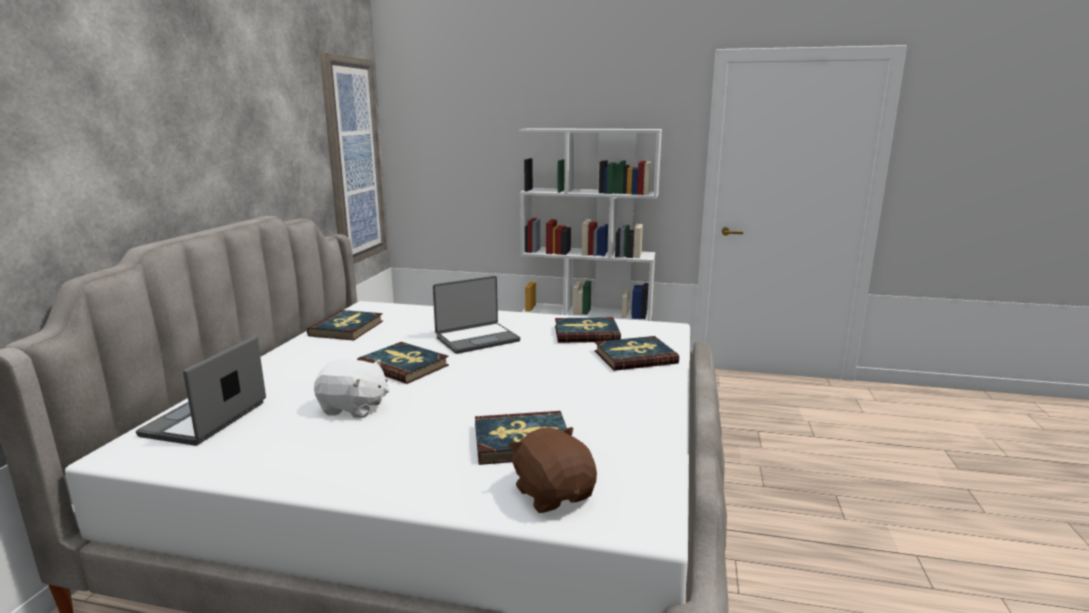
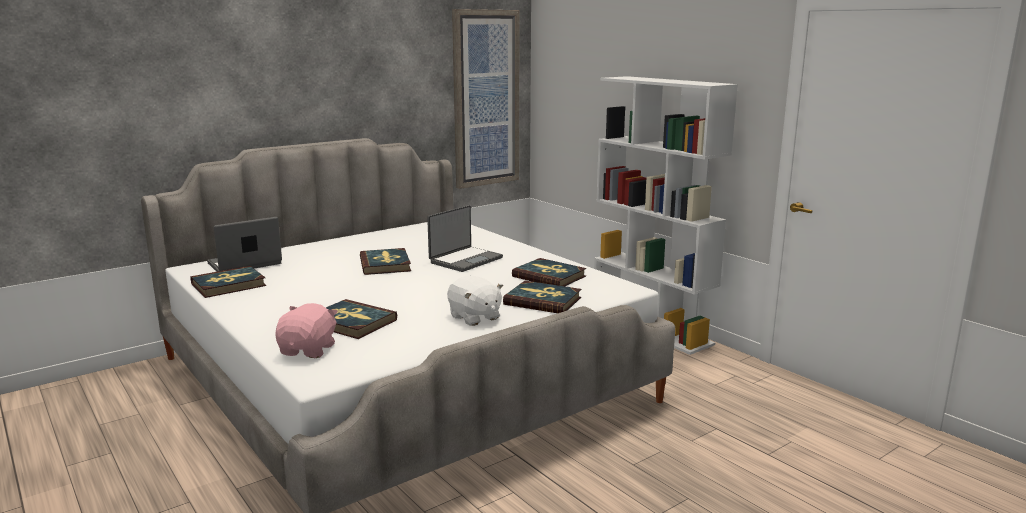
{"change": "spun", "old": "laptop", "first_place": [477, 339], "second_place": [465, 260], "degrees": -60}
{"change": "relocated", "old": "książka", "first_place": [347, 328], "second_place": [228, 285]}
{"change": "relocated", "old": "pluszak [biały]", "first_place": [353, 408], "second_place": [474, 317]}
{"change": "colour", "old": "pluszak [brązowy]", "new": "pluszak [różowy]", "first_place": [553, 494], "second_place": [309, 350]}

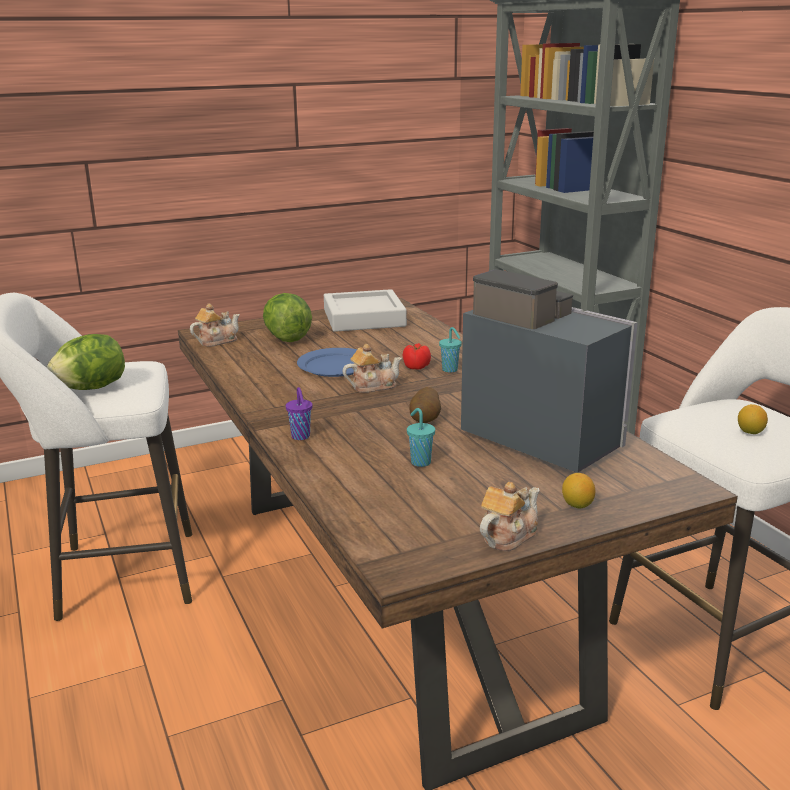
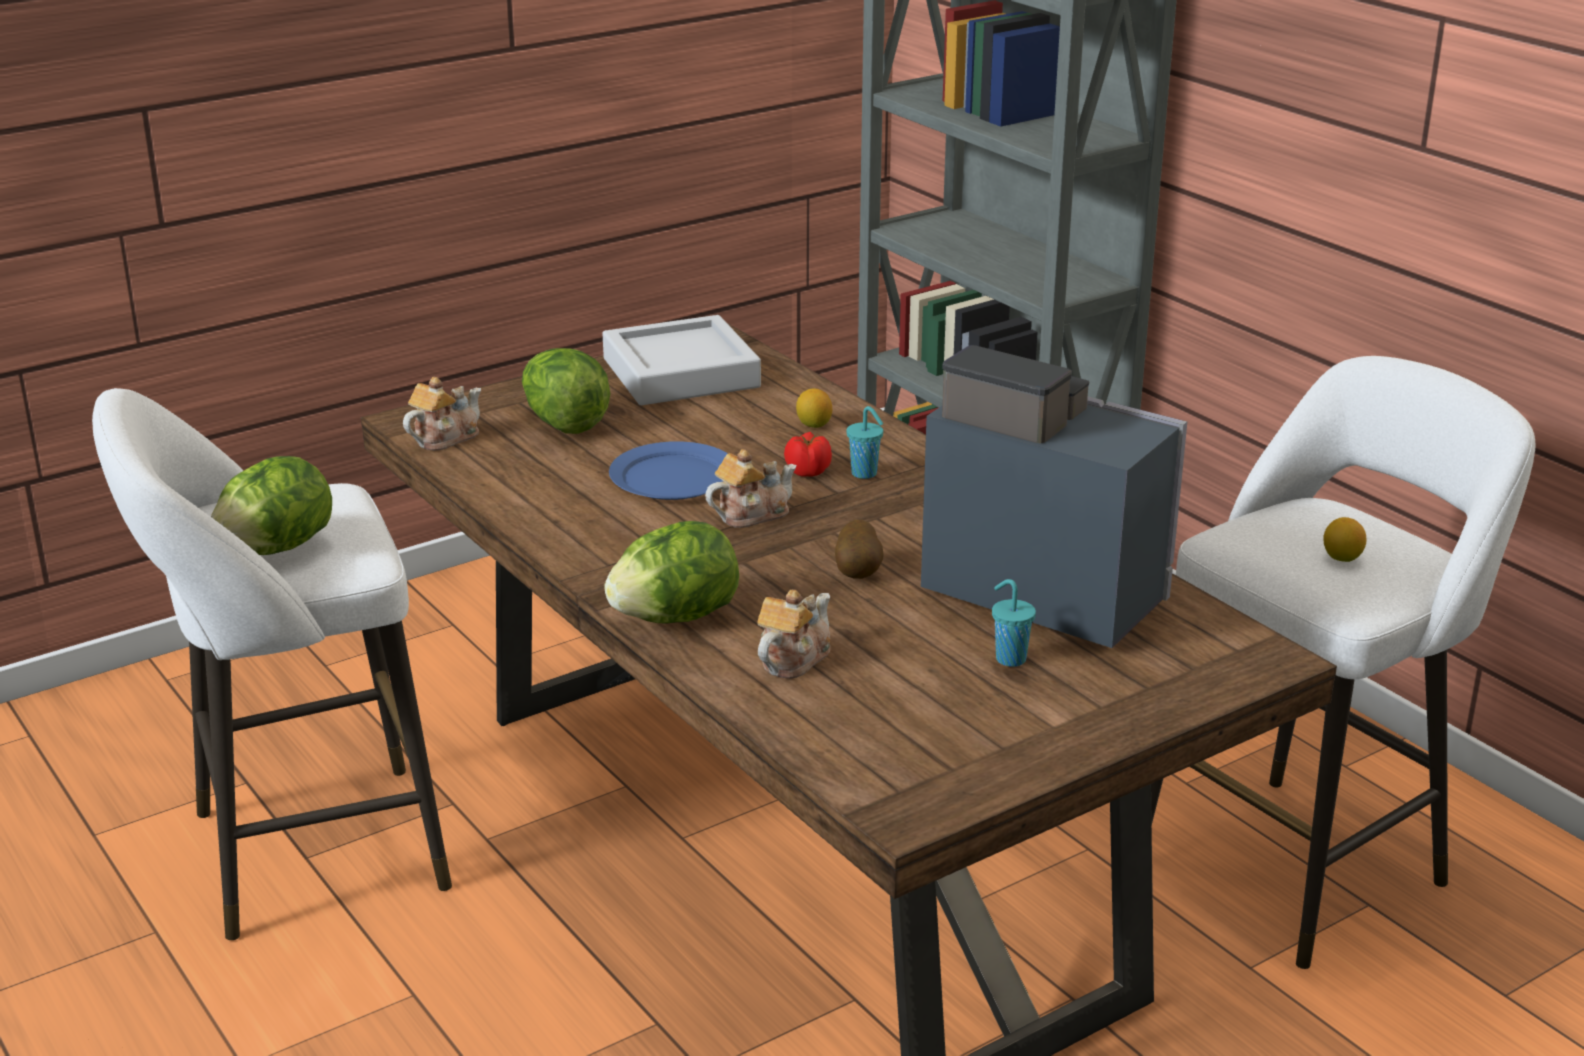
{"change": "exchanged", "old": "filiżanka [fioletowy]", "new": "sałata", "first_place": [301, 437], "second_place": [676, 617]}
{"change": "relocated", "old": "filiżanka [turkusowy]", "first_place": [420, 462], "second_place": [1009, 658]}
{"change": "relocated", "old": "cytryna", "first_place": [577, 505], "second_place": [814, 425]}
{"change": "relocated", "old": "imbryk", "first_place": [507, 536], "second_place": [792, 659]}

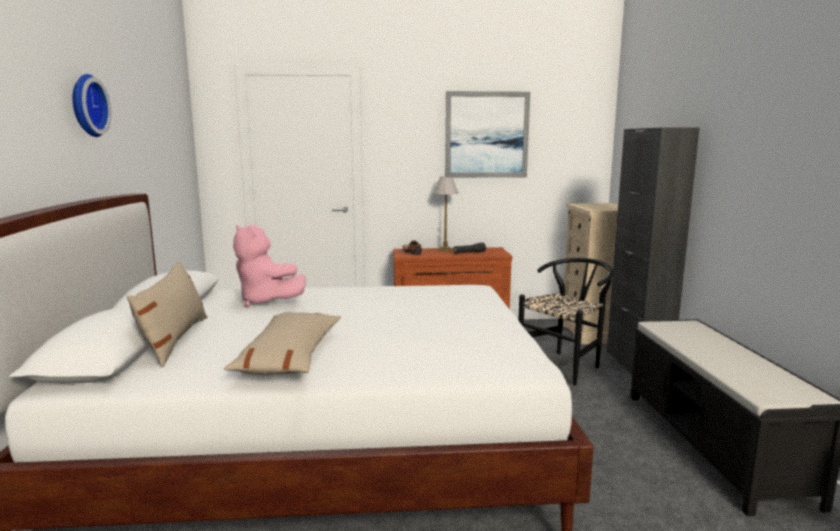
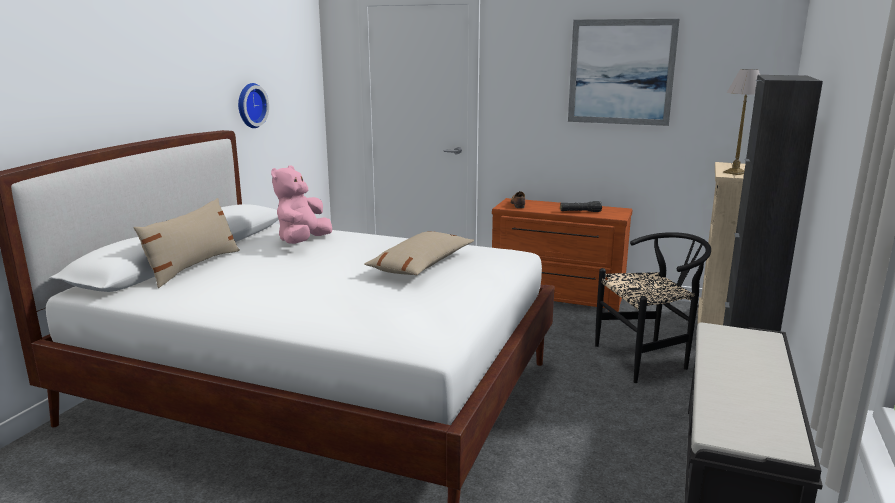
{"change": "relocated", "old": "zegar ścienny", "first_place": [86, 106], "second_place": [250, 105]}
{"change": "relocated", "old": "lampa stołowa", "first_place": [444, 250], "second_place": [734, 172]}
{"change": "spun", "old": "pluszak [różowy]", "first_place": [266, 301], "second_place": [303, 242], "degrees": 45}
{"change": "relocated", "old": "poduszka [beżowy]", "first_place": [289, 357], "second_place": [421, 265]}

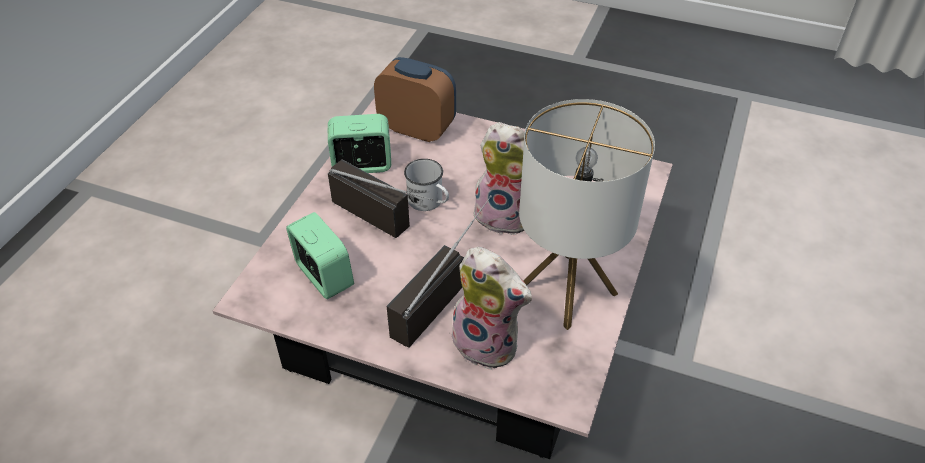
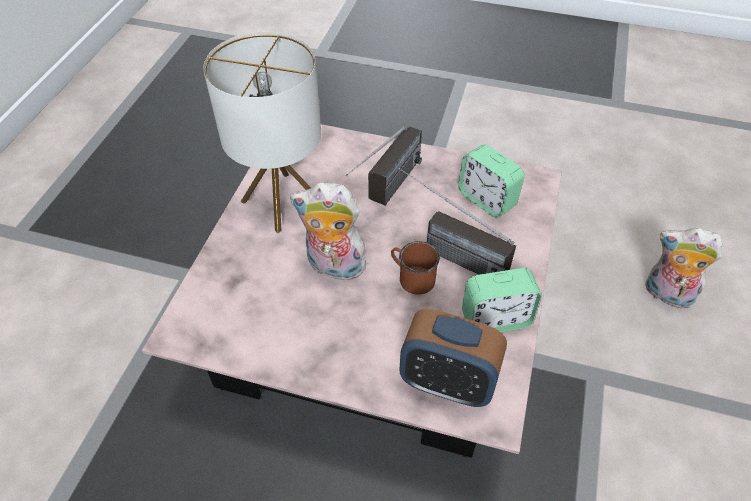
{"change": "colour", "old": "kubek [biały]", "new": "kubek [brązowy]", "first_place": [429, 202], "second_place": [412, 277]}
{"change": "relocated", "old": "pluszak", "first_place": [489, 343], "second_place": [666, 295]}

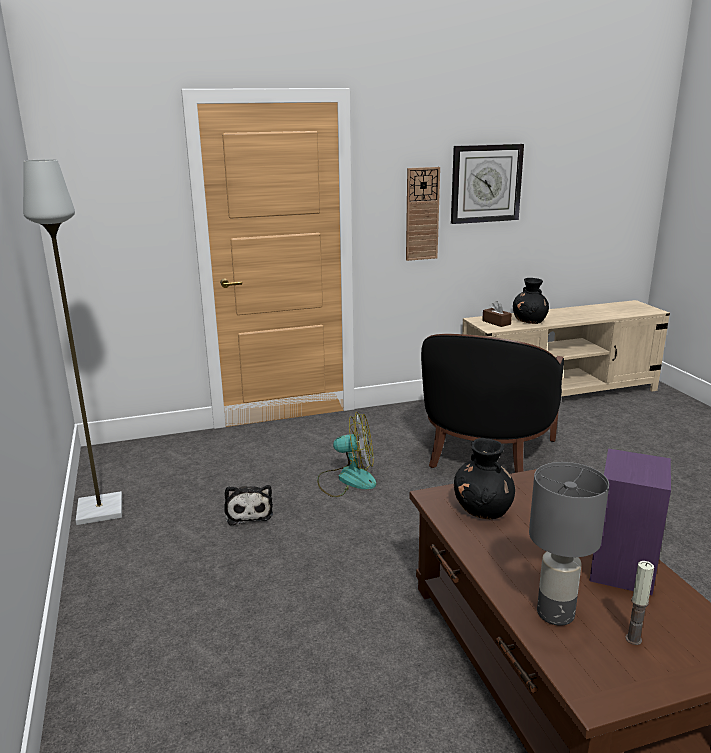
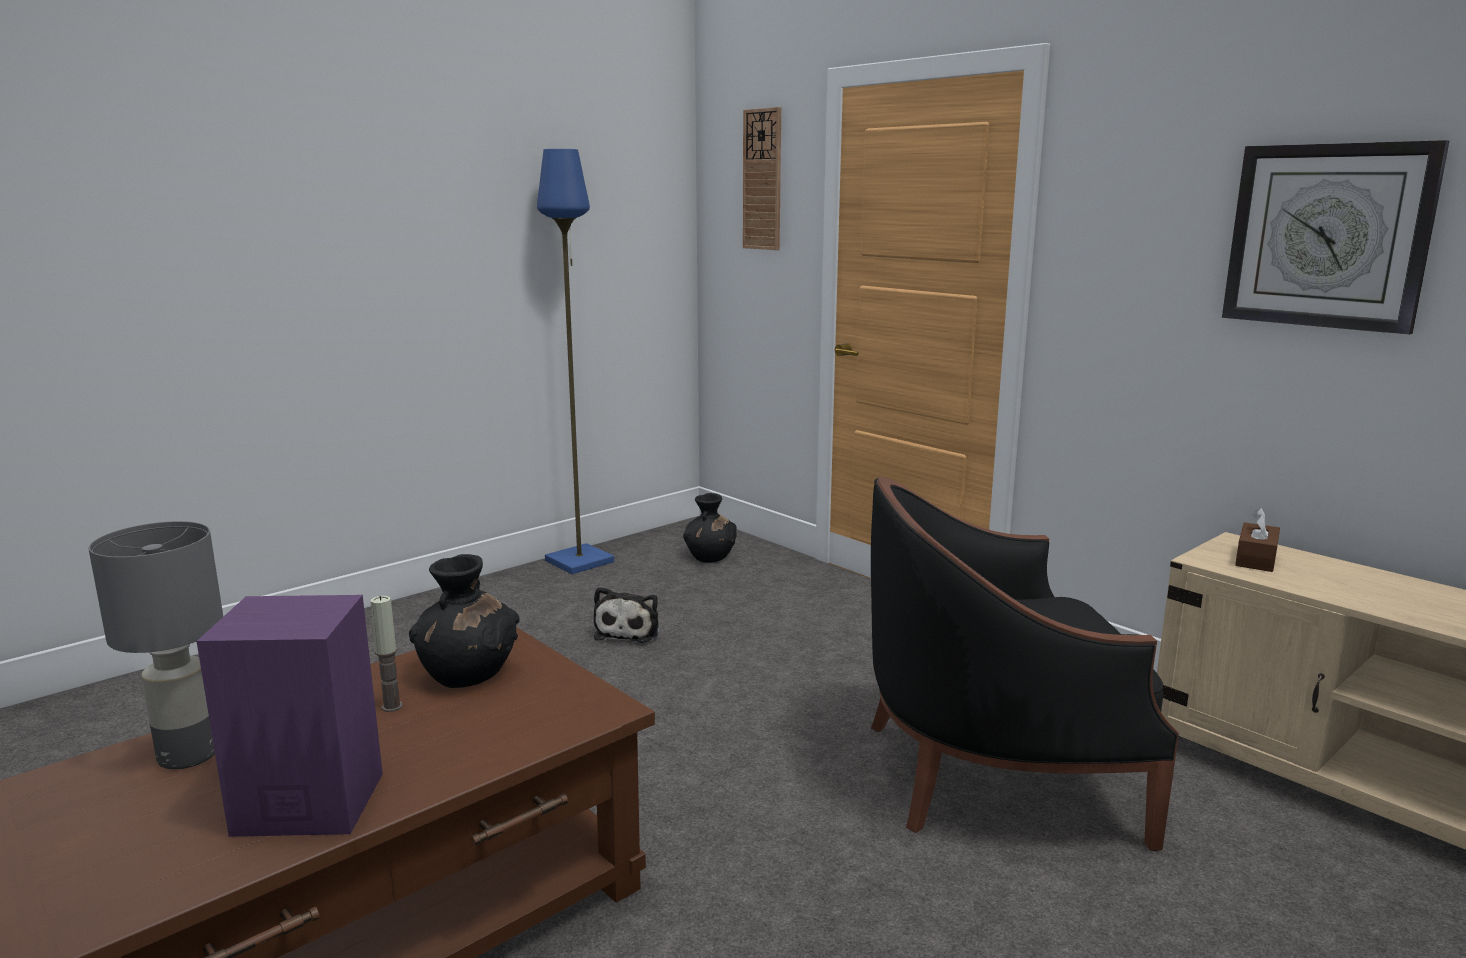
{"change": "colour", "old": "lampa stojąca [szary]", "new": "lampa stojąca [niebieski]", "first_place": [99, 510], "second_place": [579, 561]}
{"change": "relocated", "old": "zegar ścienny", "first_place": [422, 214], "second_place": [762, 180]}
{"change": "relocated", "old": "wazon [czarny]", "first_place": [529, 321], "second_place": [710, 557]}
{"change": "missing", "old": "wentylator", "first_place": [347, 479]}
{"change": "spun", "old": "pluszak", "first_place": [248, 512], "second_place": [629, 631], "degrees": -45}
{"change": "relocated", "old": "świeca", "first_place": [633, 639], "second_place": [392, 706]}

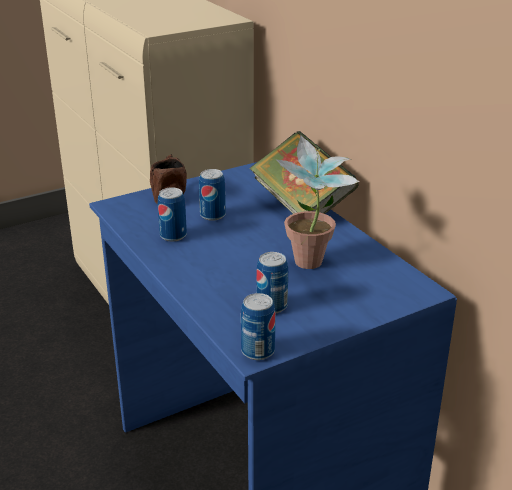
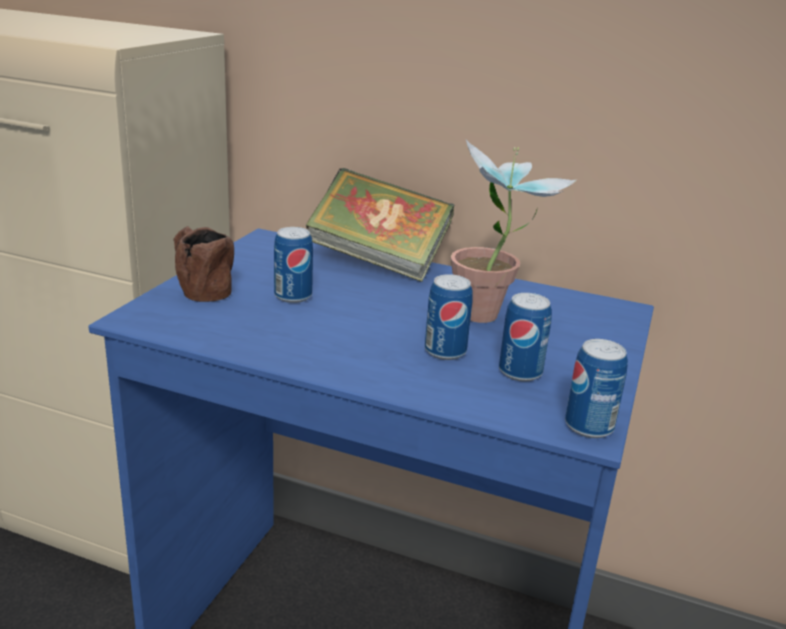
{"change": "relocated", "old": "puszka", "first_place": [173, 235], "second_place": [445, 351]}

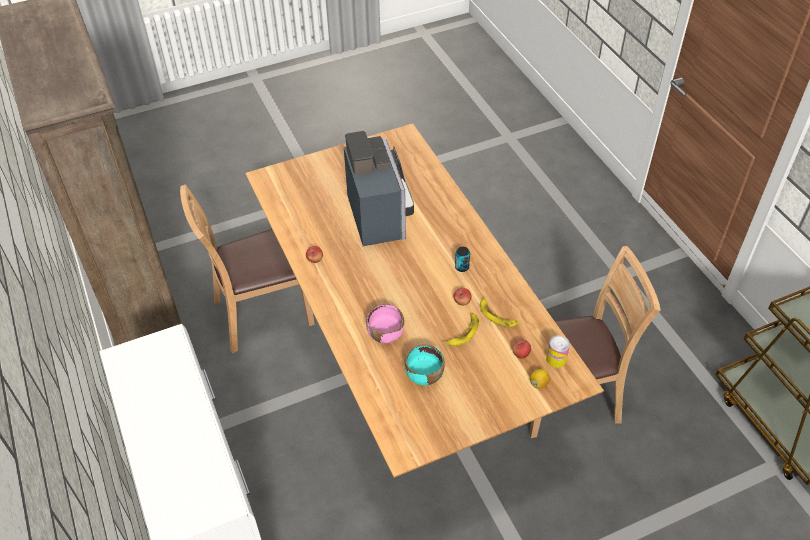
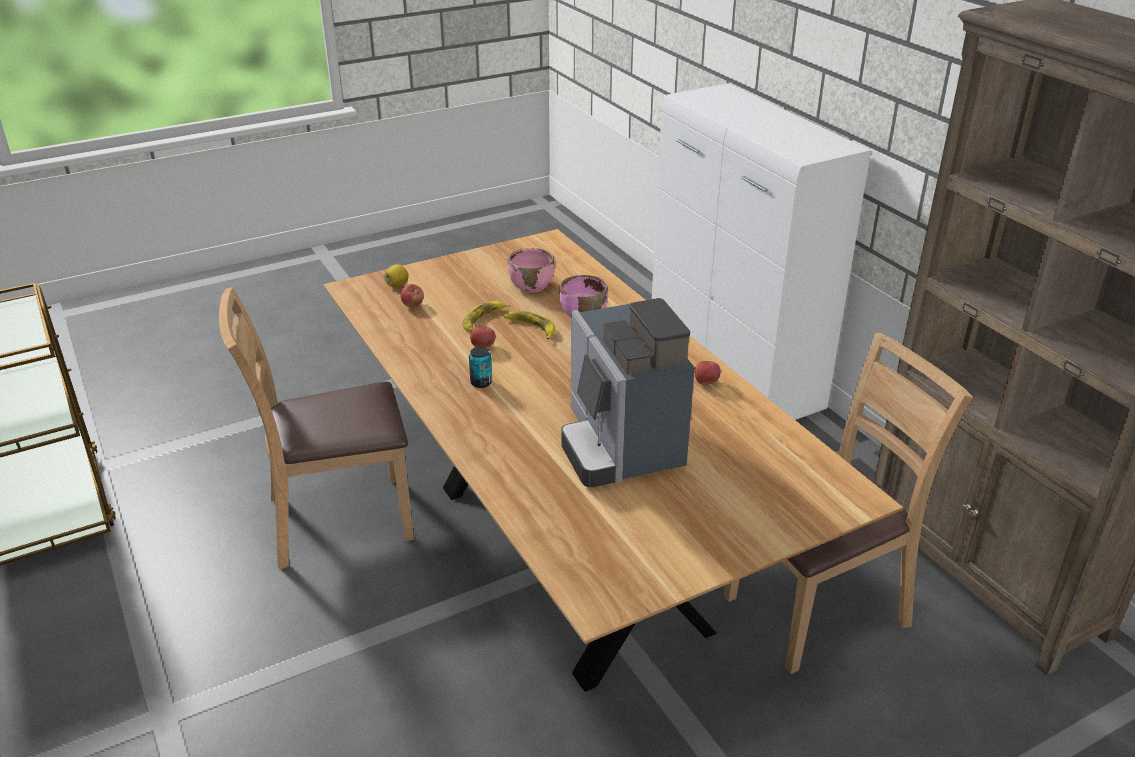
{"change": "relocated", "old": "banan", "first_place": [497, 315], "second_place": [531, 327]}
{"change": "missing", "old": "puszka", "first_place": [556, 359]}
{"change": "colour", "old": "miska [turkusowy]", "new": "miska [różowy]", "first_place": [424, 375], "second_place": [531, 286]}

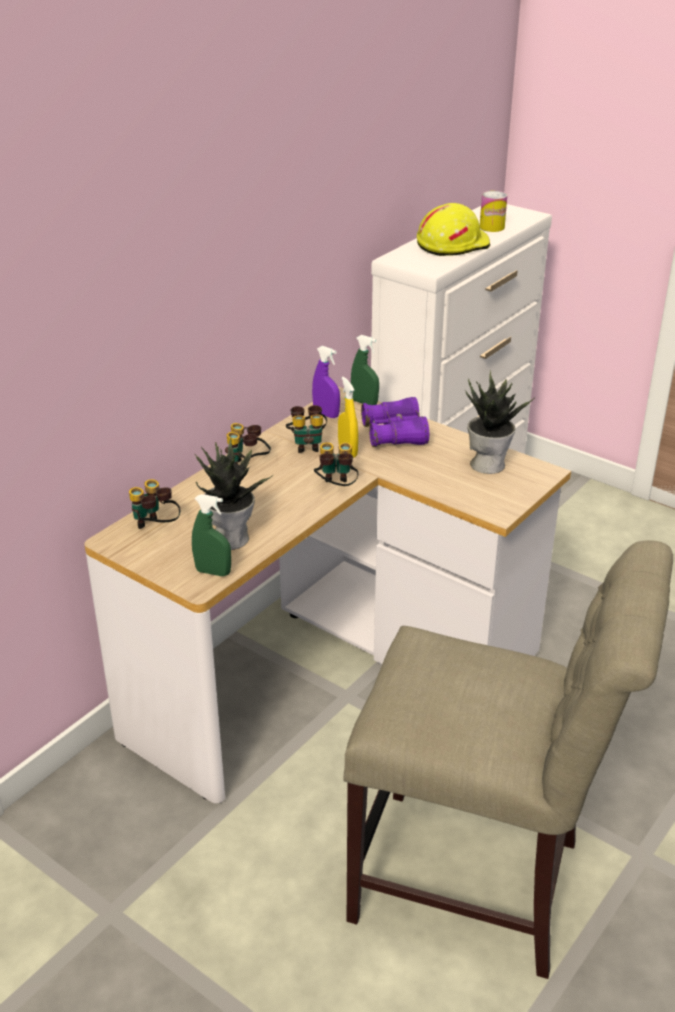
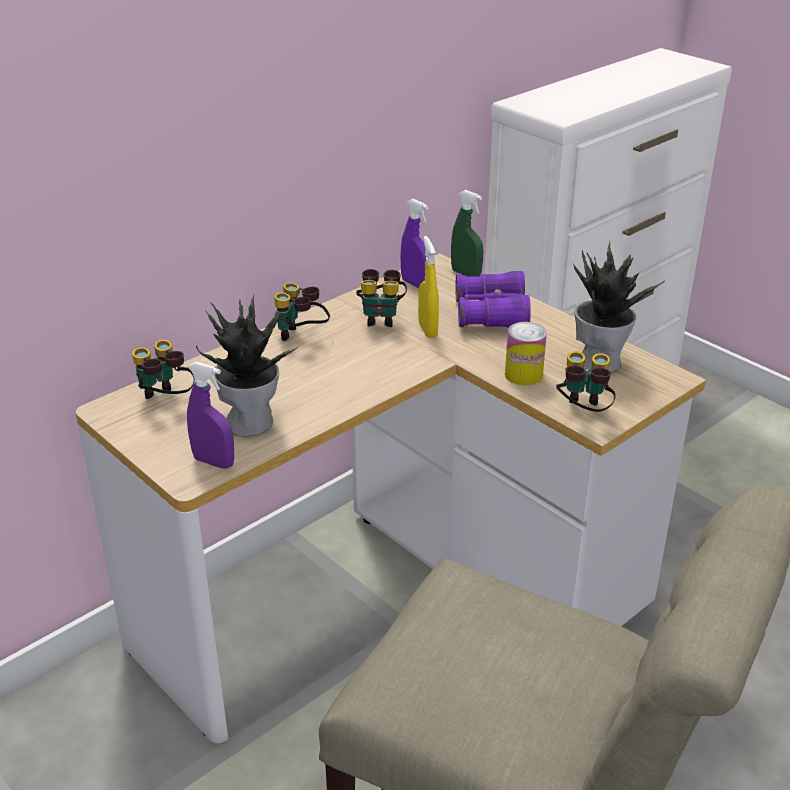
{"change": "relocated", "old": "puszka", "first_place": [492, 227], "second_place": [523, 375]}
{"change": "missing", "old": "kask [żółty]", "first_place": [452, 244]}
{"change": "relocated", "old": "lornetka", "first_place": [336, 488], "second_place": [582, 412]}
{"change": "colour", "old": "spryskiwacz [zielony]", "new": "spryskiwacz [fioletowy]", "first_place": [213, 572], "second_place": [214, 462]}

